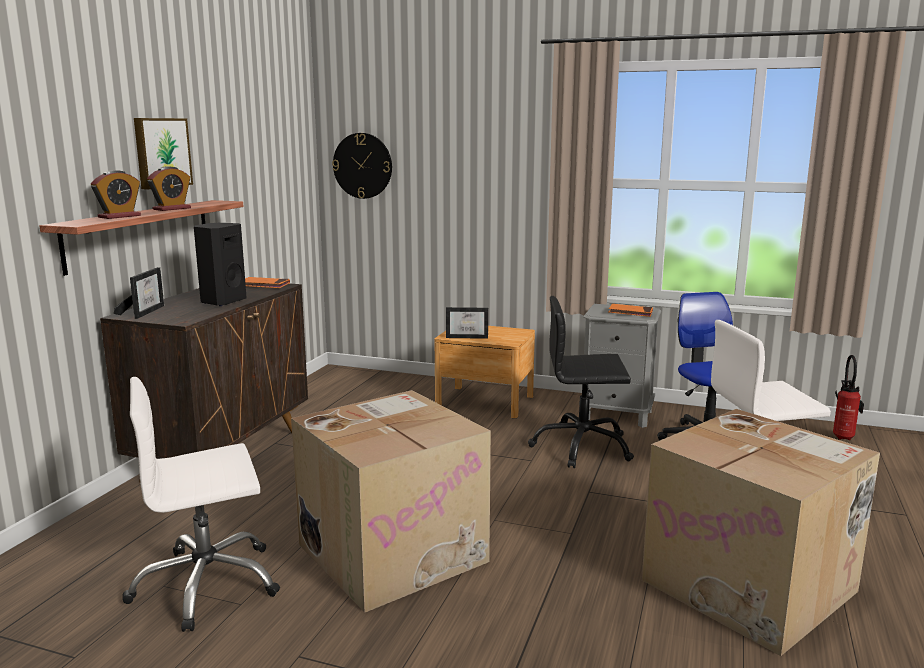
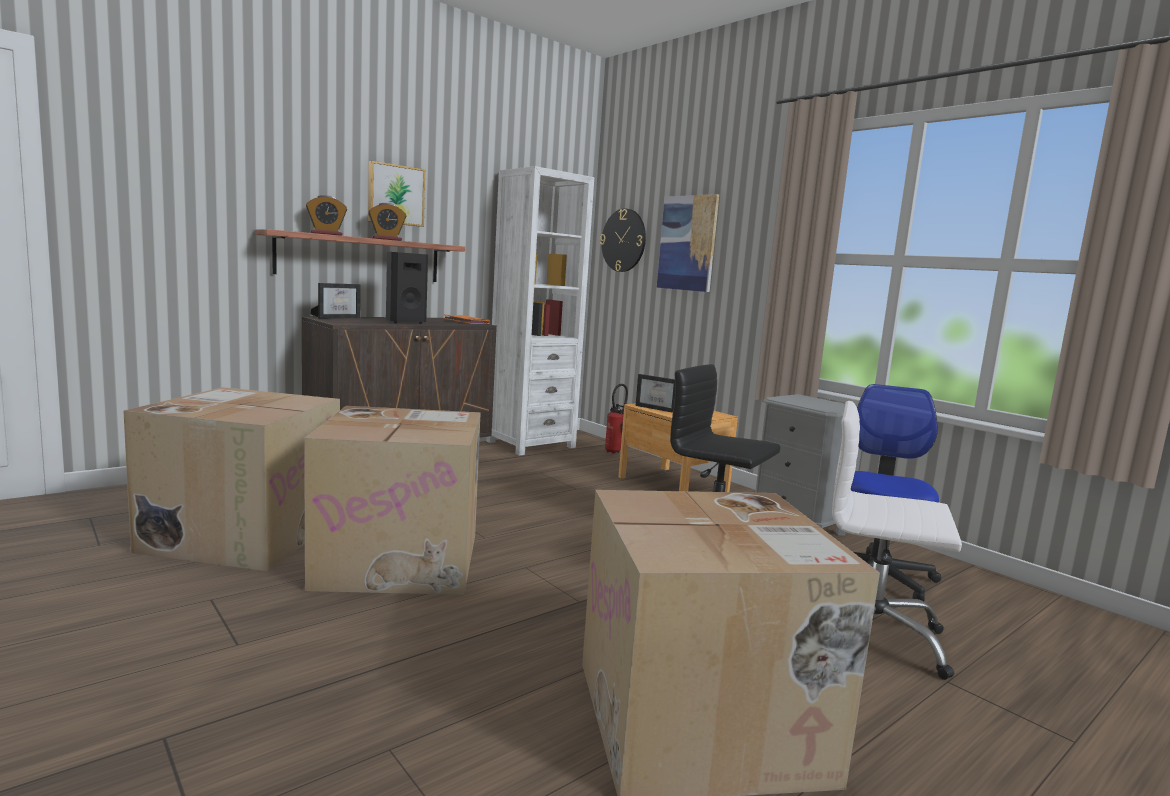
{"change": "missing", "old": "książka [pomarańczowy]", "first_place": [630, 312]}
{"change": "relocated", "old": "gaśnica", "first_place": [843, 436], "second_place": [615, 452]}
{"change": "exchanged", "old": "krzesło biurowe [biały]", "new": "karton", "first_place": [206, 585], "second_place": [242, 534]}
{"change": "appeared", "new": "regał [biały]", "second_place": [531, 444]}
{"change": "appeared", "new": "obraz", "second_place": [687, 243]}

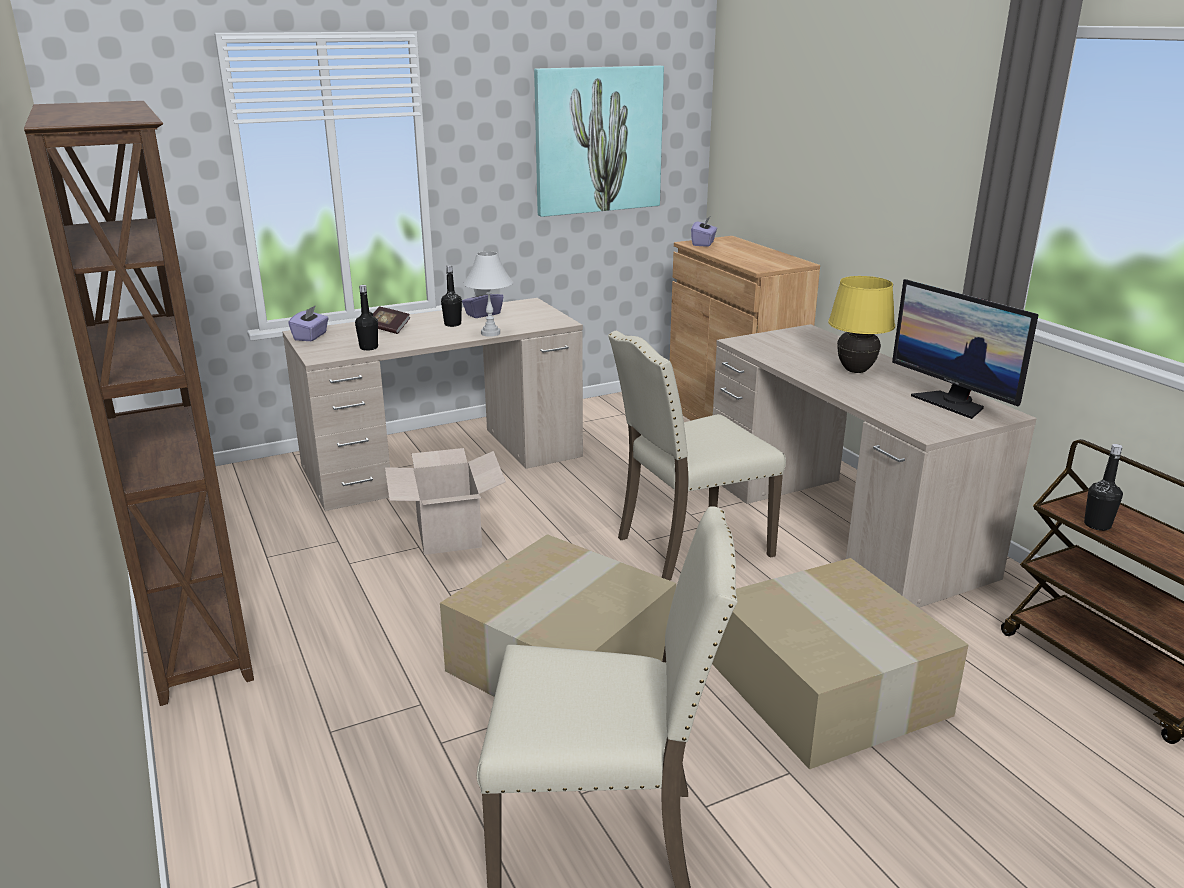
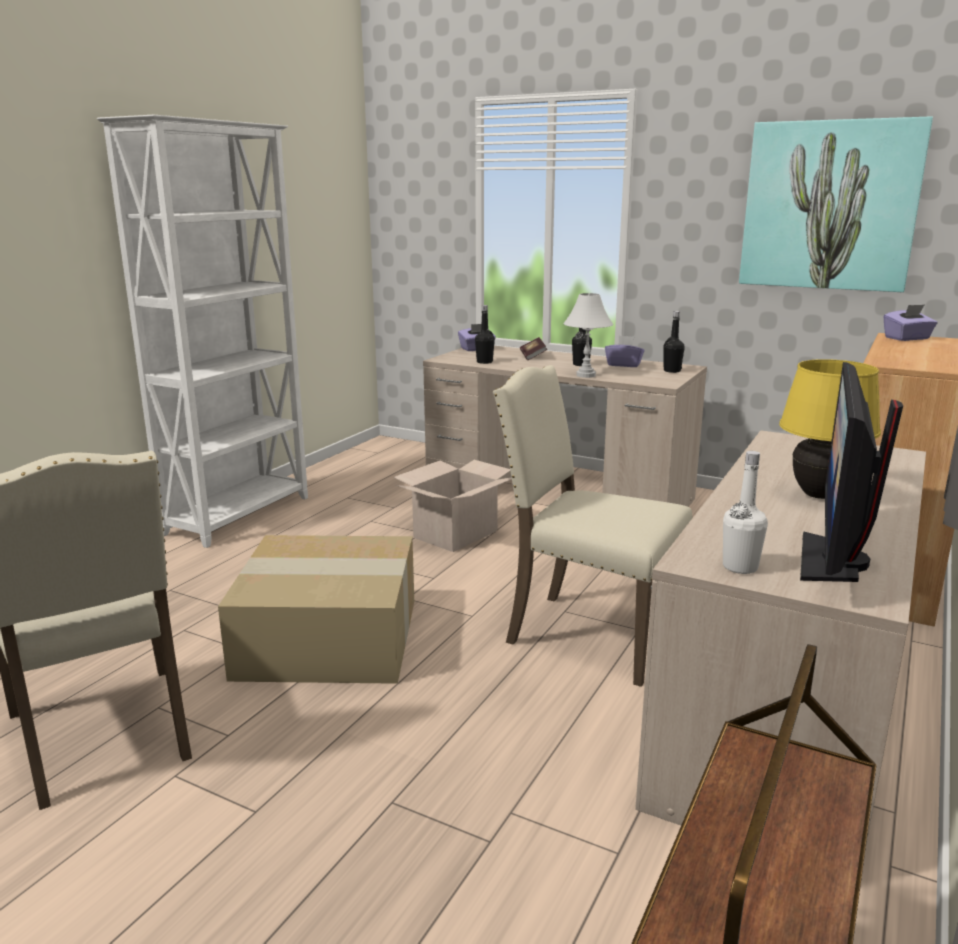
{"change": "colour", "old": "regał [brązowy]", "new": "regał [biały]", "first_place": [198, 634], "second_place": [240, 515]}
{"change": "relocated", "old": "butelka [czarny]", "first_place": [1097, 525], "second_place": [672, 371]}
{"change": "missing", "old": "karton", "first_place": [831, 689]}
{"change": "appeared", "new": "butelka [biały]", "second_place": [740, 567]}

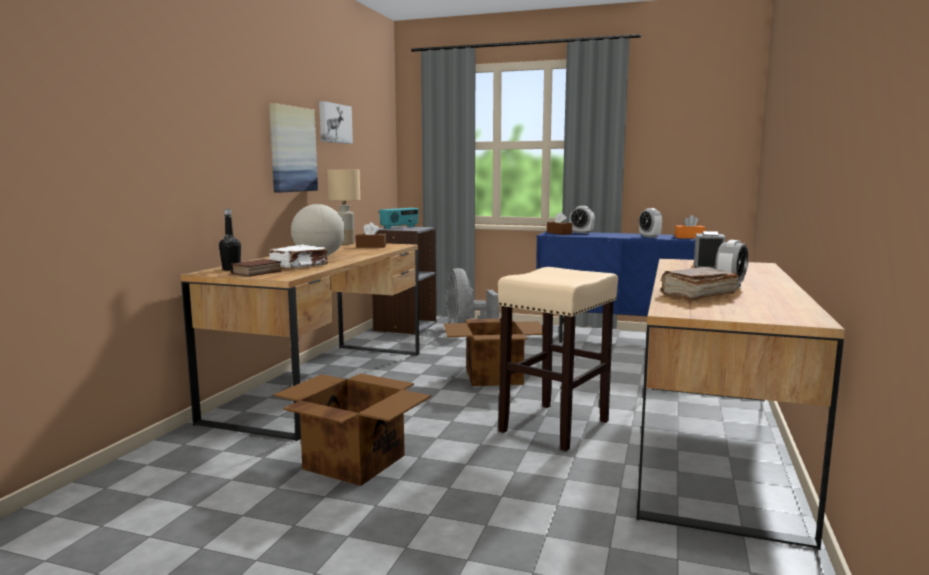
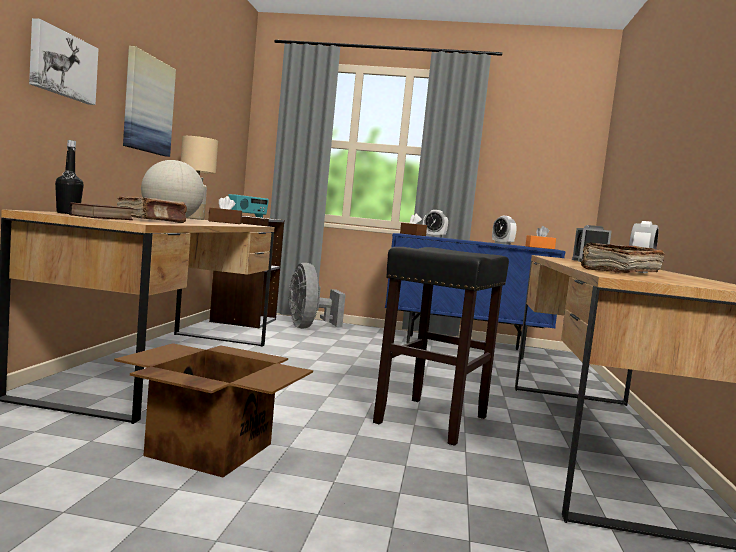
{"change": "relocated", "old": "obraz", "first_place": [334, 123], "second_place": [62, 64]}
{"change": "colour", "old": "książka [biały]", "new": "książka [brązowy]", "first_place": [300, 266], "second_place": [152, 220]}
{"change": "colour", "old": "stołek [beżowy]", "new": "stołek [czarny]", "first_place": [555, 425], "second_place": [432, 419]}
{"change": "missing", "old": "karton", "first_place": [495, 377]}

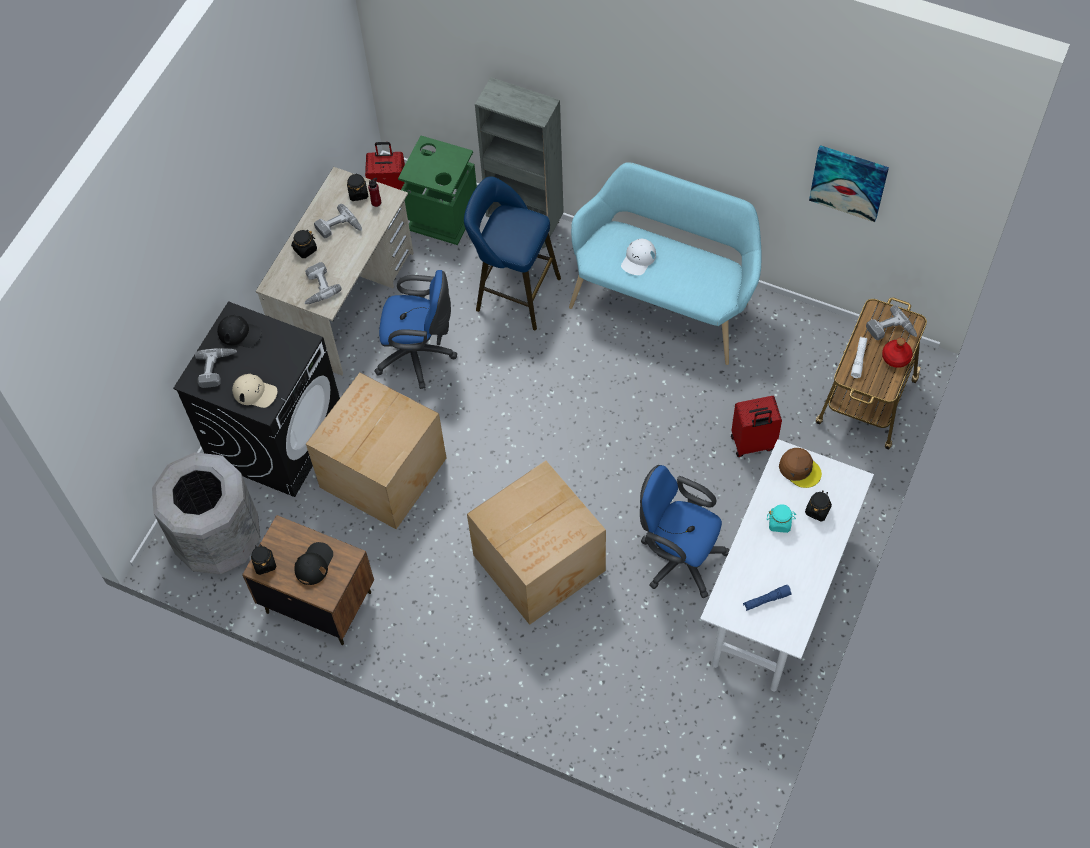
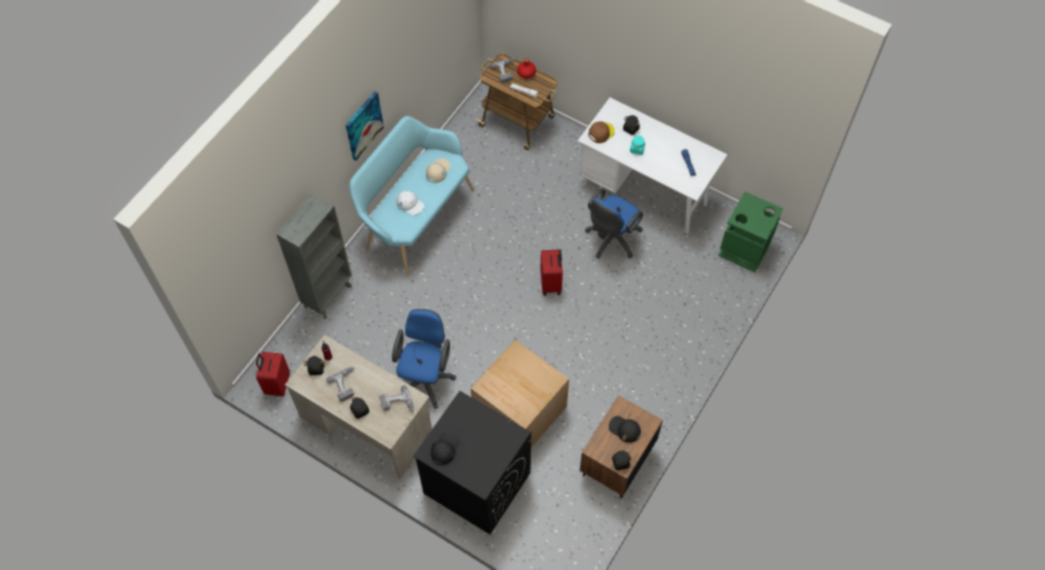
{"change": "relocated", "old": "kosz na śmieci [zielony]", "first_place": [442, 215], "second_place": [744, 248]}
{"change": "relocated", "old": "obraz", "first_place": [848, 182], "second_place": [363, 125]}
{"change": "missing", "old": "stołek [niebieski]", "first_place": [513, 292]}
{"change": "missing", "old": "wiertarka", "first_place": [217, 369]}
{"change": "relocated", "old": "czapka z daszkiem [beżowy]", "first_place": [255, 392], "second_place": [438, 171]}
{"change": "relocated", "old": "walizka [czerwony]", "first_place": [753, 444], "second_place": [551, 284]}
{"change": "missing", "old": "kosz na śmieci [szary]", "first_place": [220, 540]}
{"change": "missing", "old": "karton", "first_place": [541, 563]}

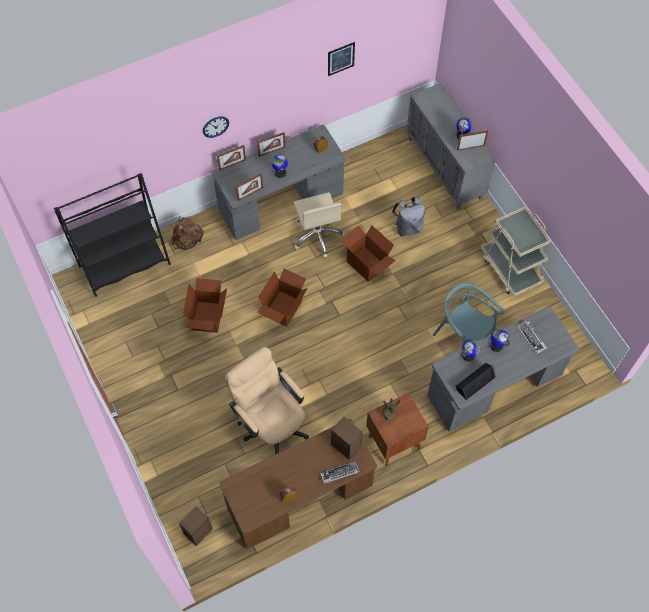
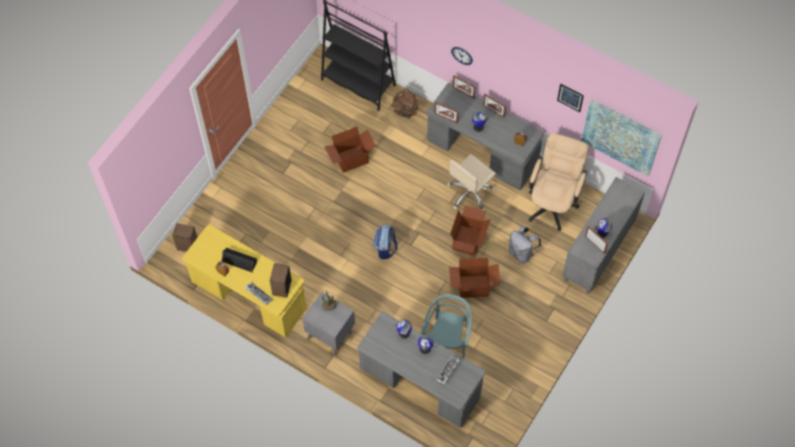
{"change": "missing", "old": "wózek [beżowy]", "first_place": [510, 268]}
{"change": "relocated", "old": "karton", "first_place": [283, 309], "second_place": [473, 287]}
{"change": "relocated", "old": "krzesło biurowe [beżowy]", "first_place": [271, 423], "second_place": [553, 201]}
{"change": "relocated", "old": "głośnik [czarny]", "first_place": [474, 382], "second_place": [239, 260]}
{"change": "colour", "old": "szafka nocna [brązowy]", "new": "szafka nocna [szary]", "first_place": [393, 441], "second_place": [329, 335]}
{"change": "colour", "old": "biurko [brązowy]", "new": "biurko [żółty]", "first_place": [300, 498], "second_place": [249, 296]}
{"change": "appeared", "new": "obraz", "second_place": [621, 137]}
{"change": "appeared", "new": "plecak", "second_place": [385, 248]}

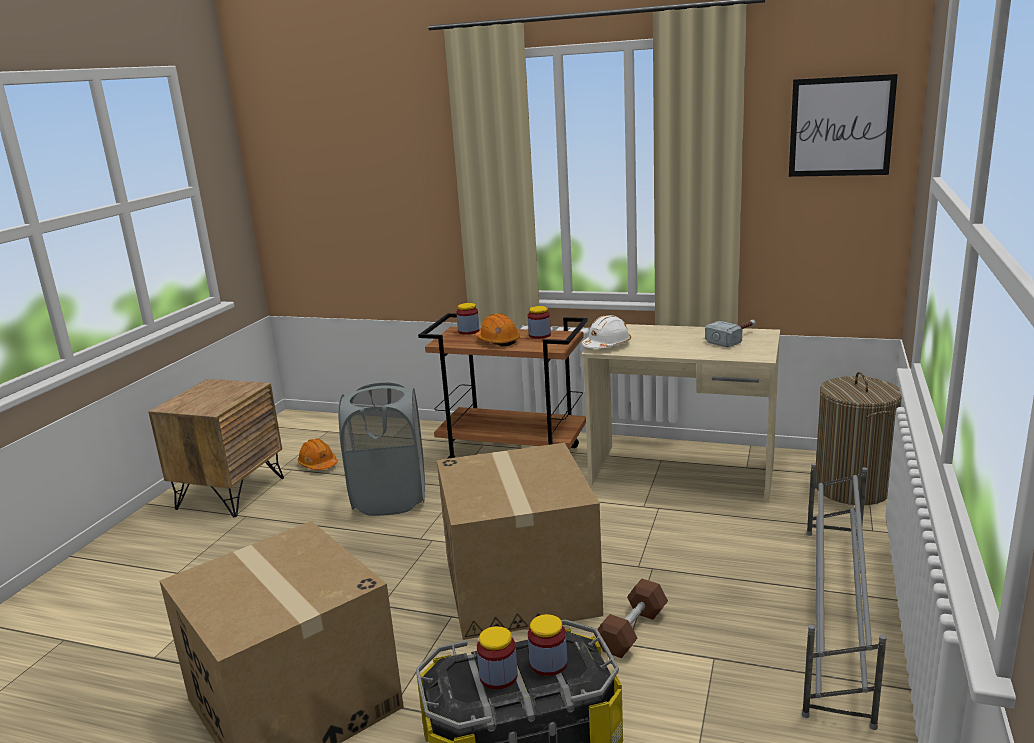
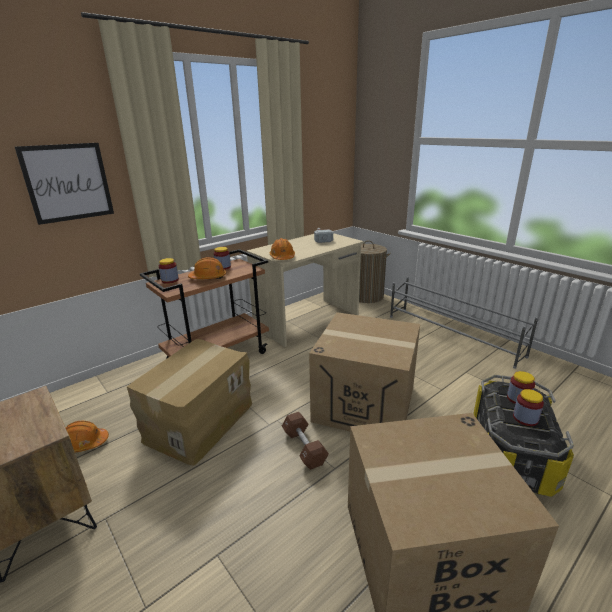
{"change": "relocated", "old": "obraz", "first_place": [841, 127], "second_place": [68, 182]}
{"change": "colour", "old": "kask [biały]", "new": "kask [pomarańczowy]", "first_place": [607, 345], "second_place": [282, 257]}
{"change": "exchanged", "old": "kosz na pranie [szary]", "new": "karton", "first_place": [390, 499], "second_place": [199, 421]}
{"change": "relocated", "old": "hantel [brązowy]", "first_place": [632, 631], "second_place": [304, 447]}

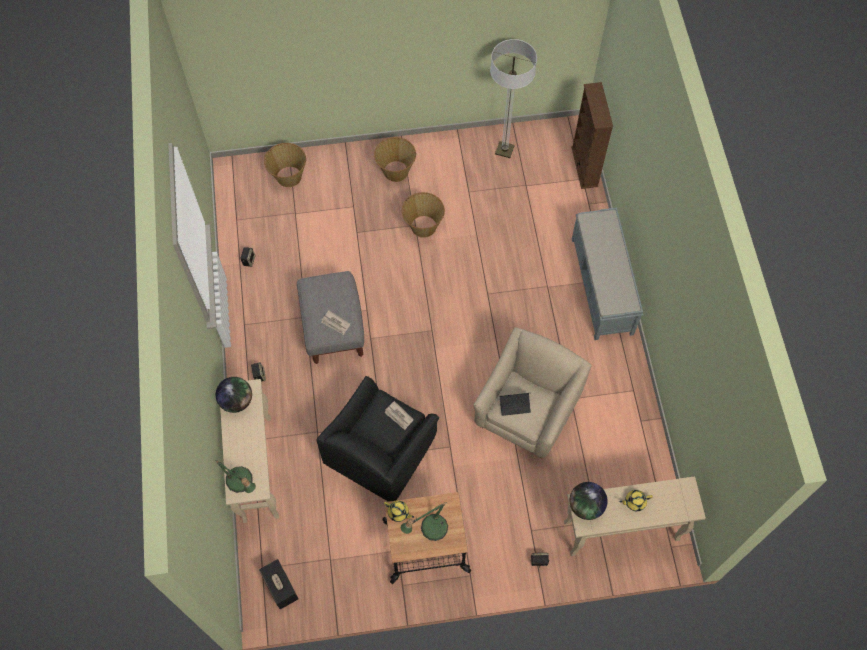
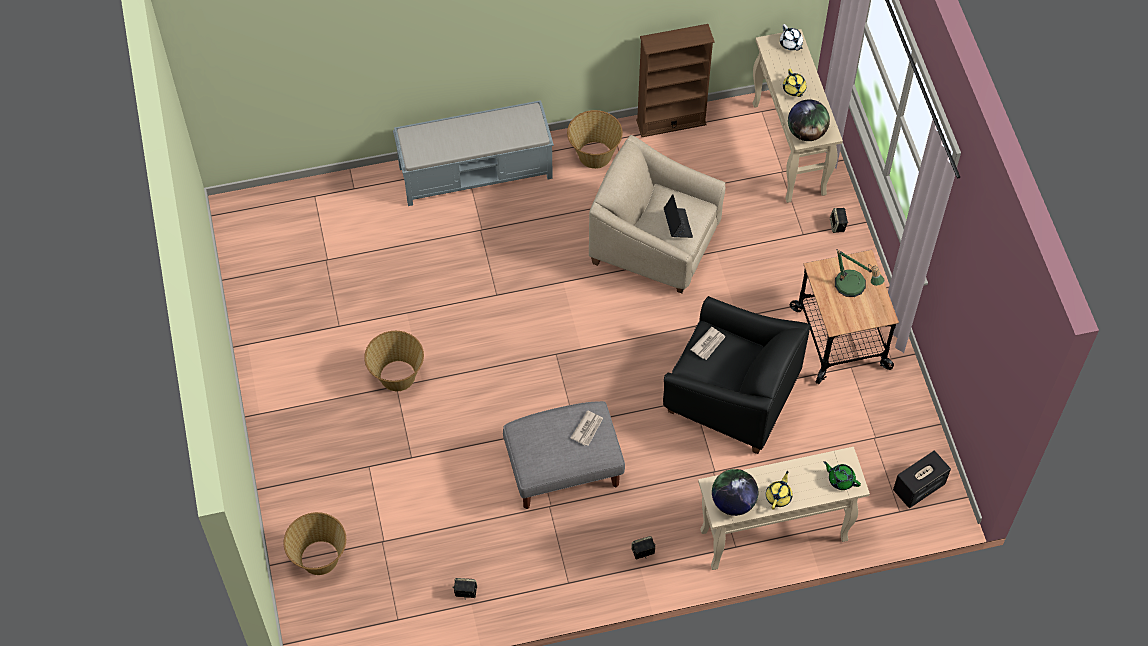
{"change": "missing", "old": "lampa stojąca", "first_place": [504, 150]}
{"change": "relocated", "old": "regał [brązowy]", "first_place": [584, 166], "second_place": [671, 122]}
{"change": "relocated", "old": "koszyk", "first_place": [396, 171], "second_place": [594, 155]}
{"change": "exchanged", "old": "lampa stołowa", "new": "imbryk [zielony]", "first_place": [242, 483], "second_place": [840, 479]}
{"change": "relocated", "old": "imbryk [żółty]", "first_place": [398, 512], "second_place": [778, 496]}
{"change": "appeared", "new": "imbryk [biały]", "second_place": [791, 44]}

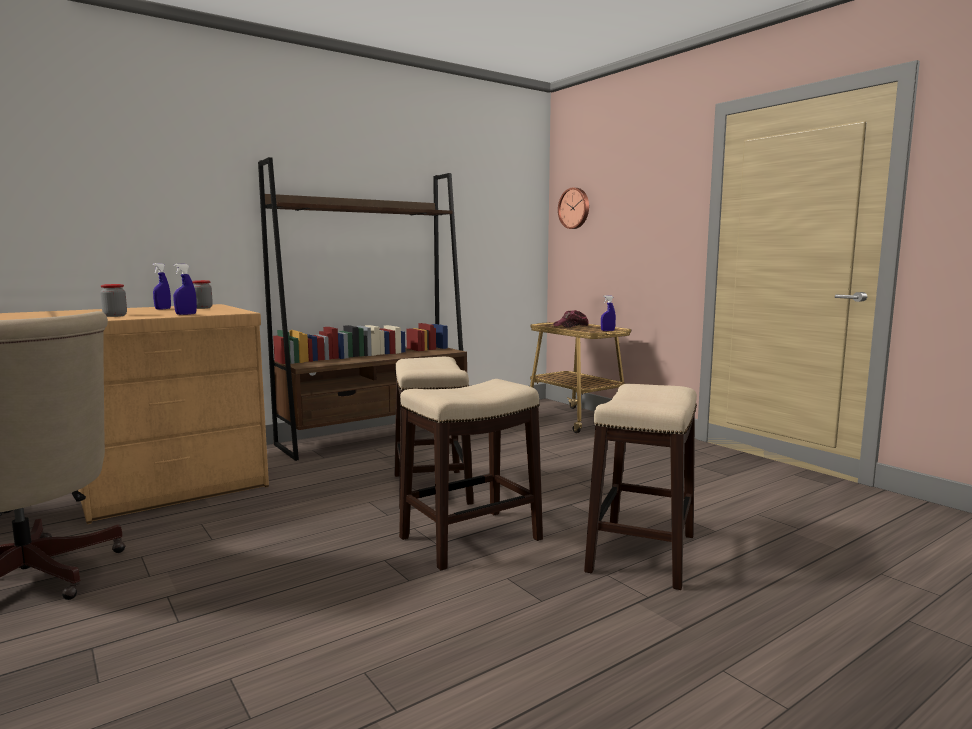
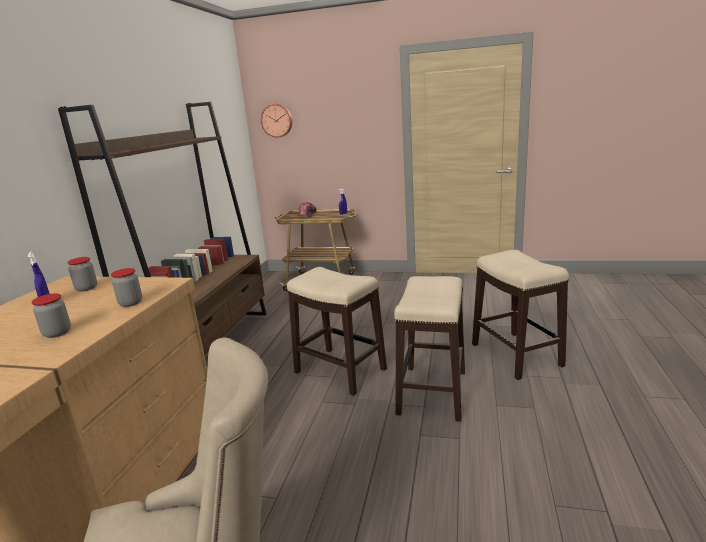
{"change": "exchanged", "old": "spryskiwacz [niebieski]", "new": "słoik", "first_place": [186, 314], "second_place": [131, 303]}

